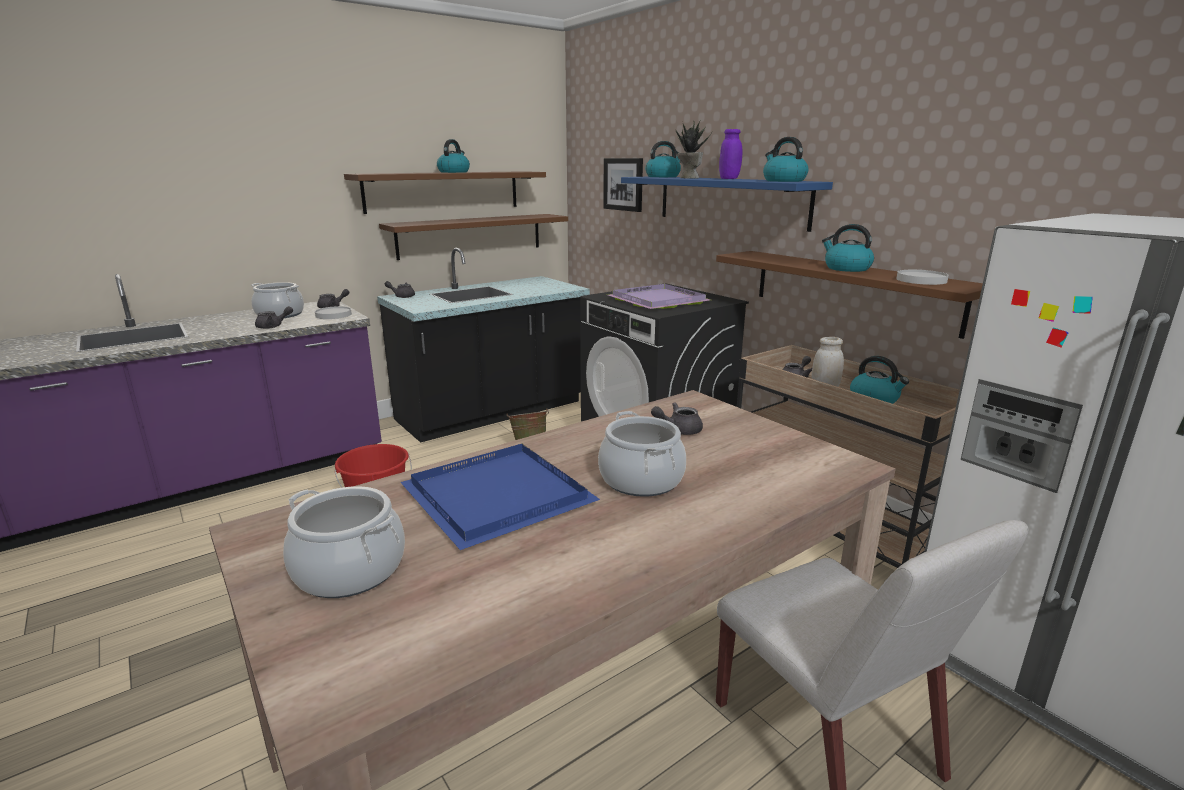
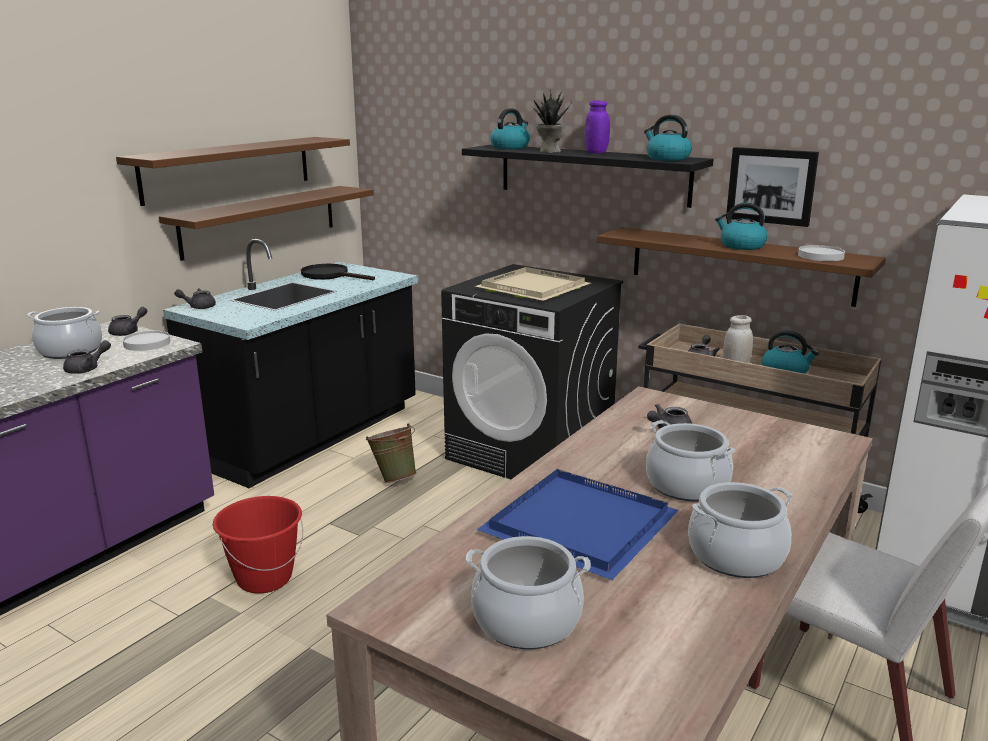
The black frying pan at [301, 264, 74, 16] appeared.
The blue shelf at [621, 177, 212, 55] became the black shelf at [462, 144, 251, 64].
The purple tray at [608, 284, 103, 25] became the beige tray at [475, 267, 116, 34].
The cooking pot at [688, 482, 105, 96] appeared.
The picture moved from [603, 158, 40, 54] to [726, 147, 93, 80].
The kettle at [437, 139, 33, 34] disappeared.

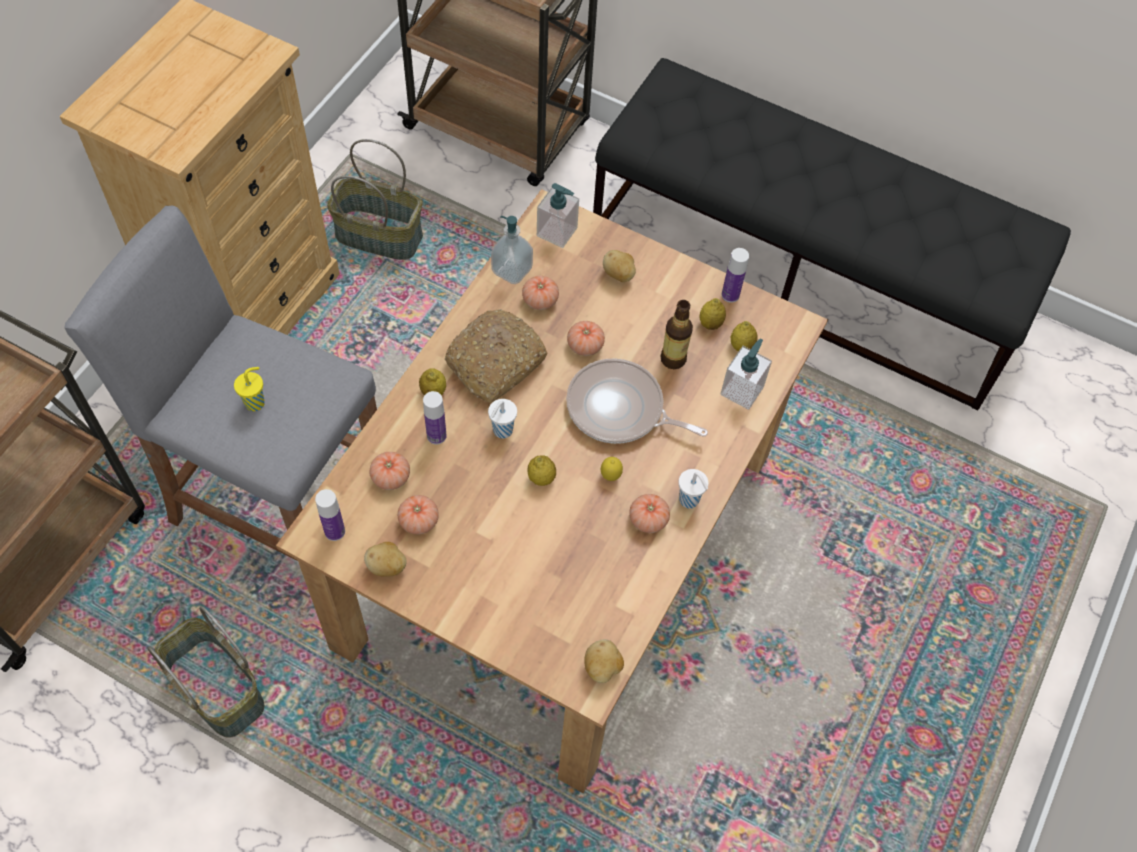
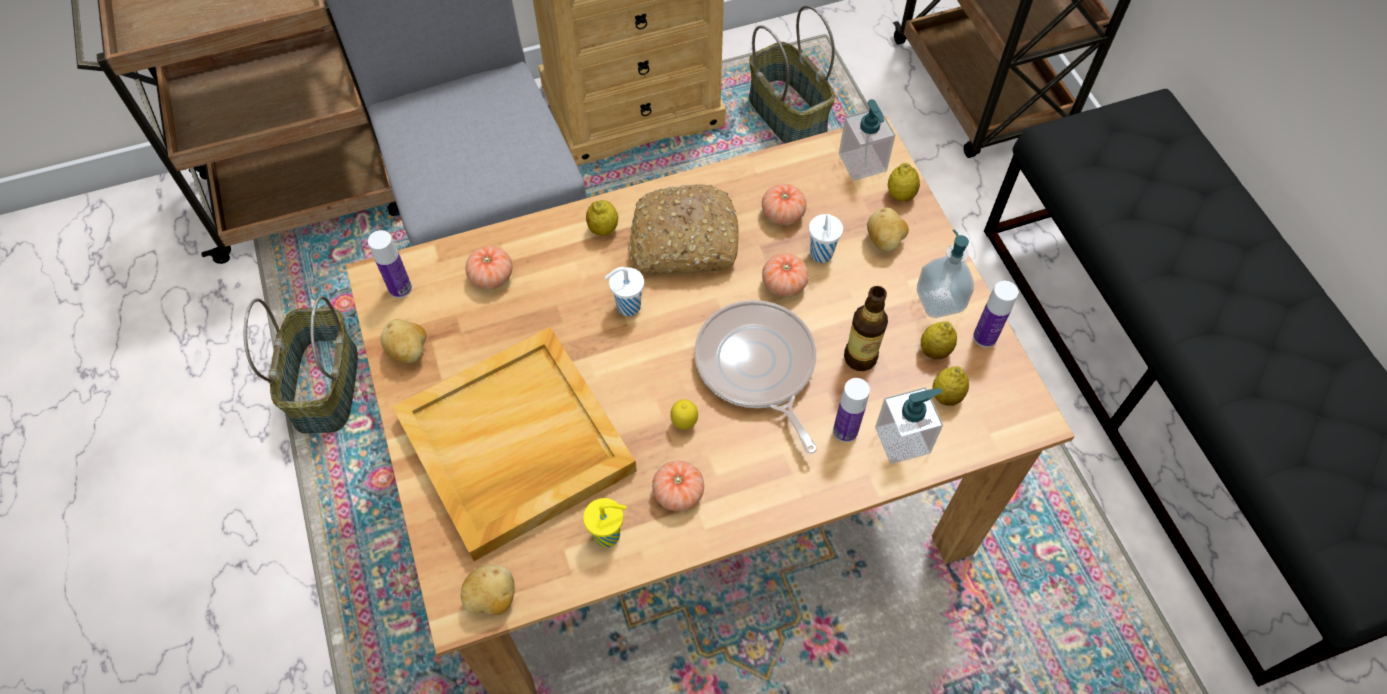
The beige tray at [392, 327, 245, 234] appeared.
The yellow cup moved from [234, 367, 31, 44] to [583, 498, 43, 49].
The white cup moved from [678, 469, 30, 39] to [809, 214, 34, 49].
The bottle moved from [423, 391, 24, 54] to [833, 378, 37, 64].
The lemon moved from [527, 455, 29, 31] to [888, 163, 32, 38].
The soap dispenser moved from [491, 216, 42, 68] to [917, 229, 57, 89].
The tomato at [398, 495, 41, 40] disappeared.

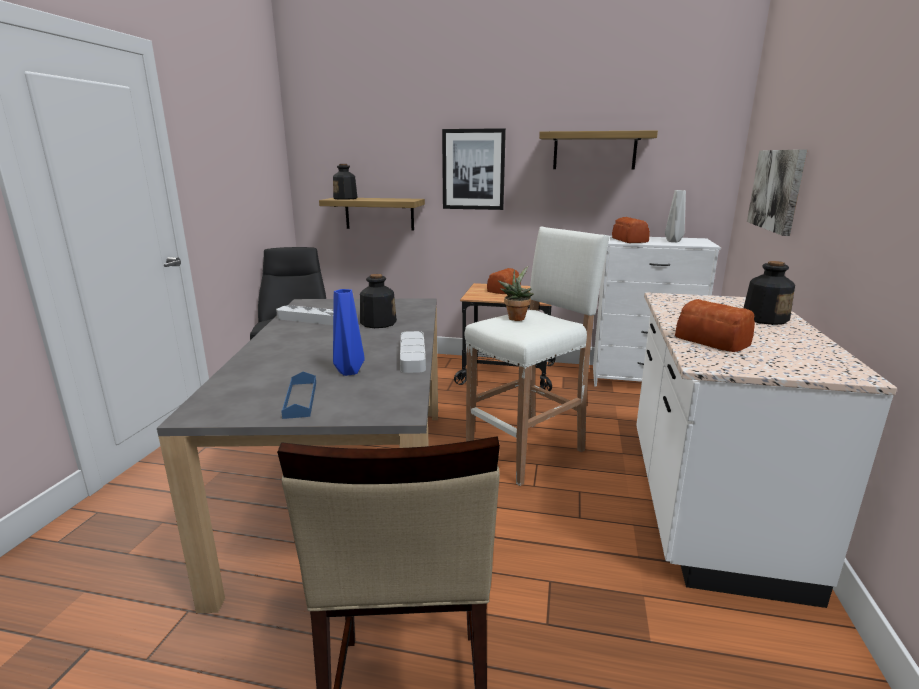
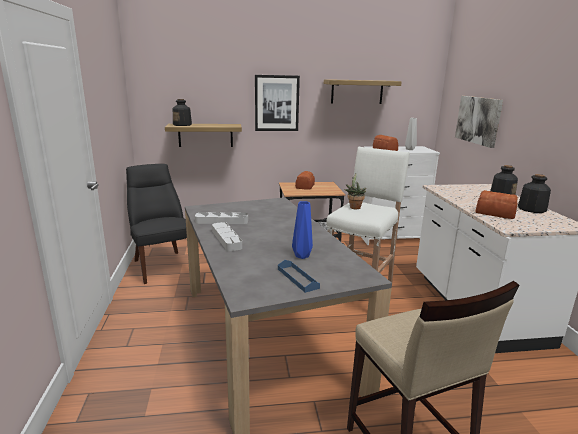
The grey tray moved from [400, 331, 26, 42] to [212, 222, 30, 29].
The bottle moved from [360, 274, 37, 54] to [518, 174, 33, 39].

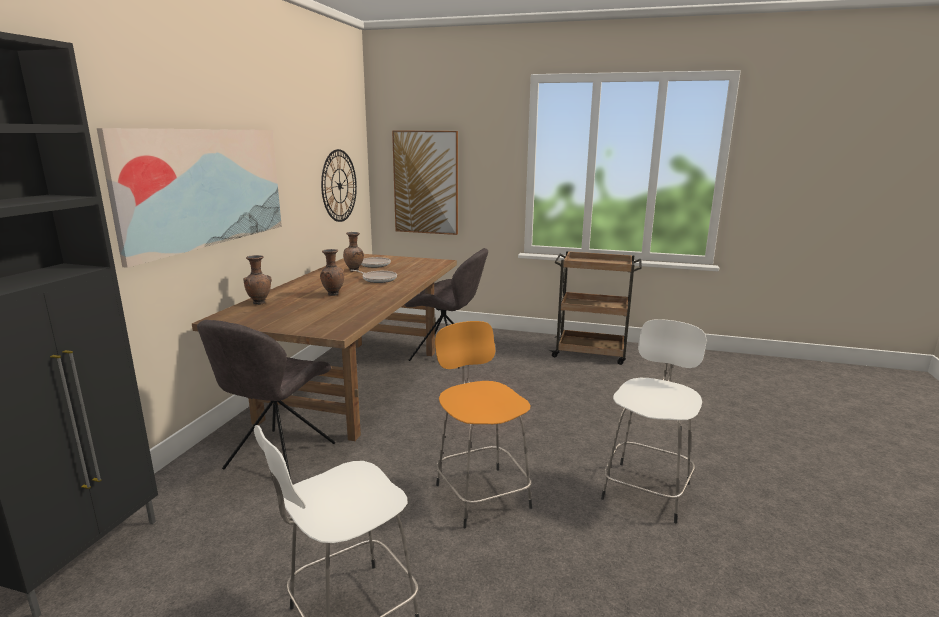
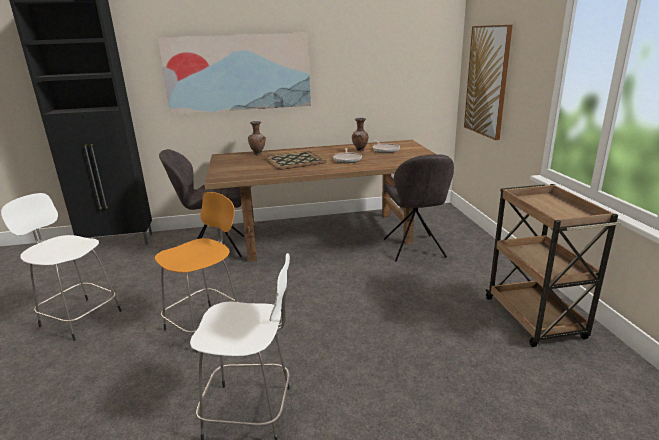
The brown vase at [320, 249, 24, 47] was replaced by the tray at [264, 151, 63, 19].
The wall clock at [321, 149, 36, 73] disappeared.

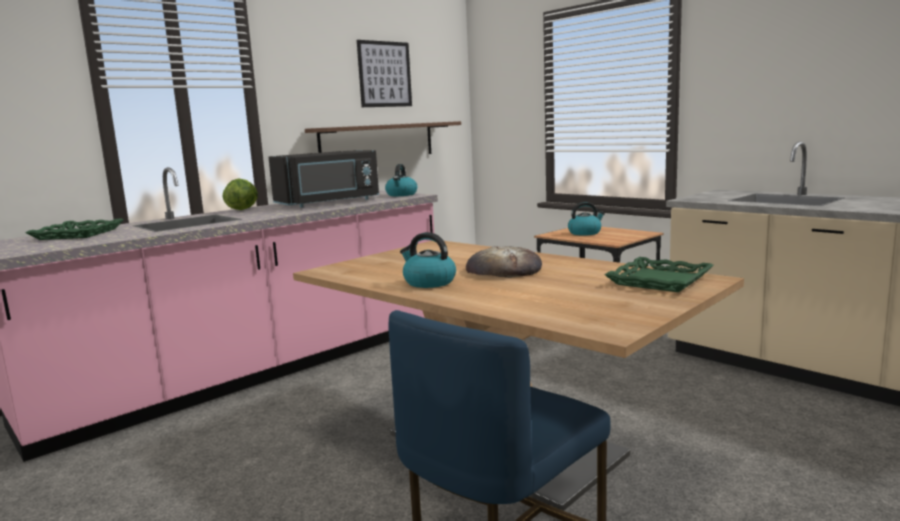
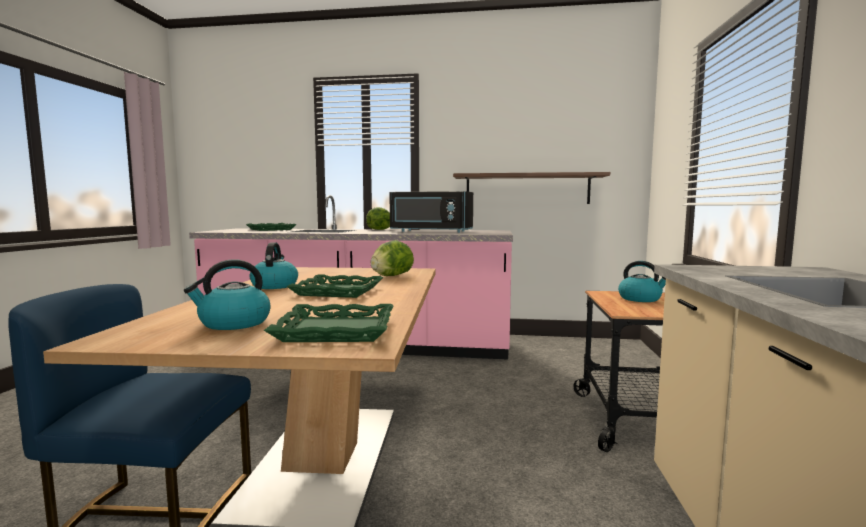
The kettle moved from [385, 164, 32, 32] to [184, 259, 87, 71].
The bread at [466, 246, 76, 32] was replaced by the green tray at [287, 274, 96, 24].
The lettuce at [371, 240, 43, 36] appeared.
The picture at [357, 40, 55, 67] disappeared.

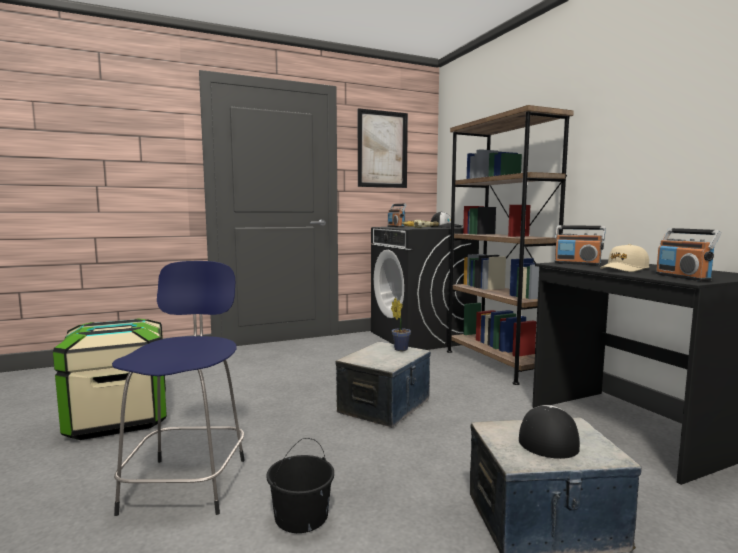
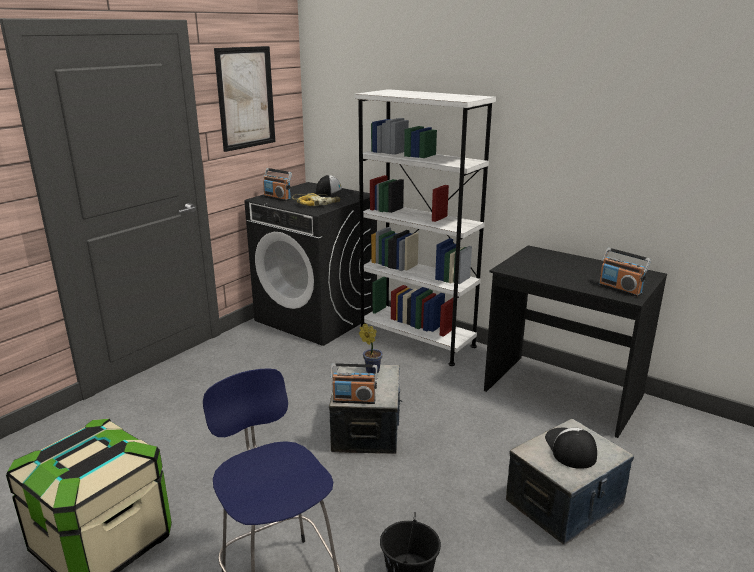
The radio moved from [554, 225, 52, 41] to [330, 363, 47, 41].
The brown bookcase at [447, 105, 127, 280] became the white bookcase at [355, 89, 141, 277].
The beige cap at [600, 244, 49, 28] disappeared.

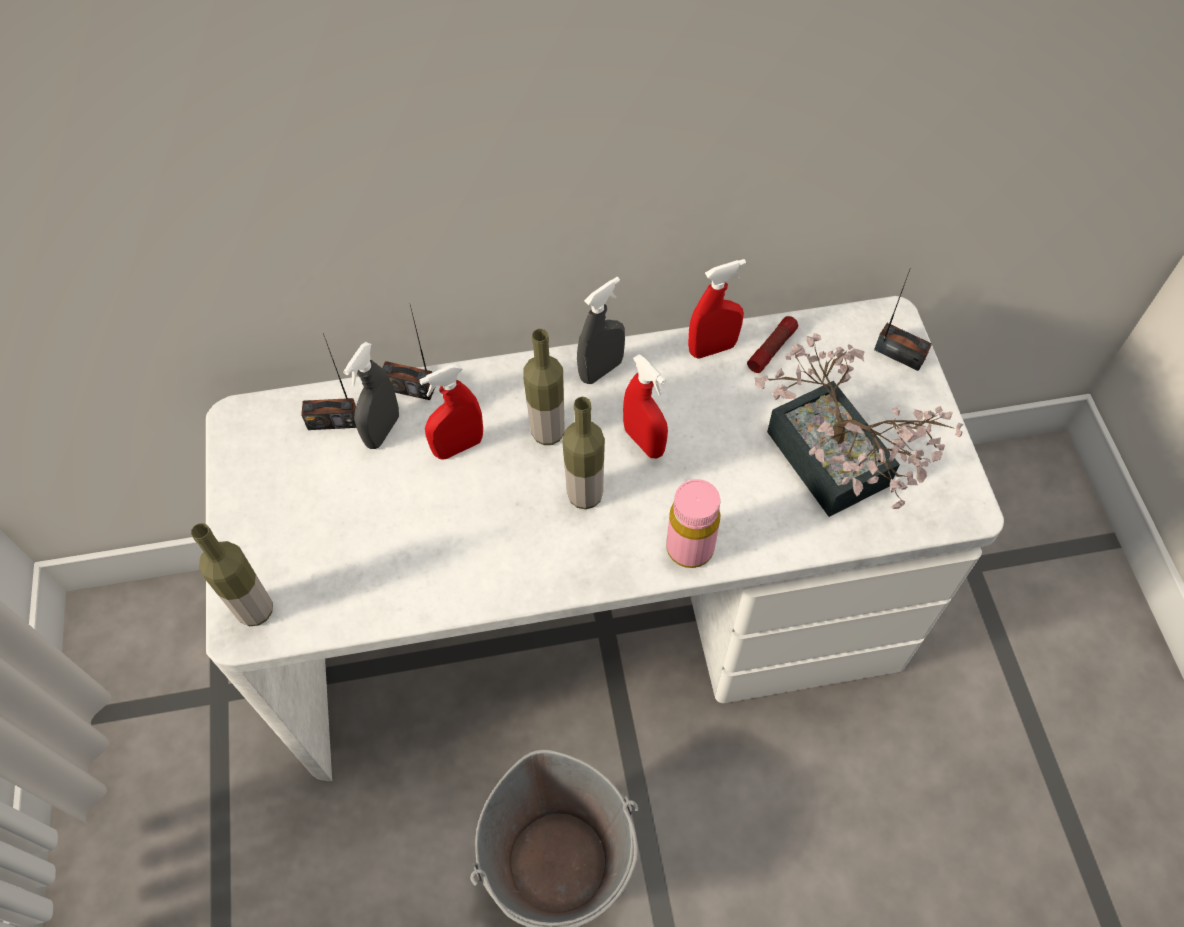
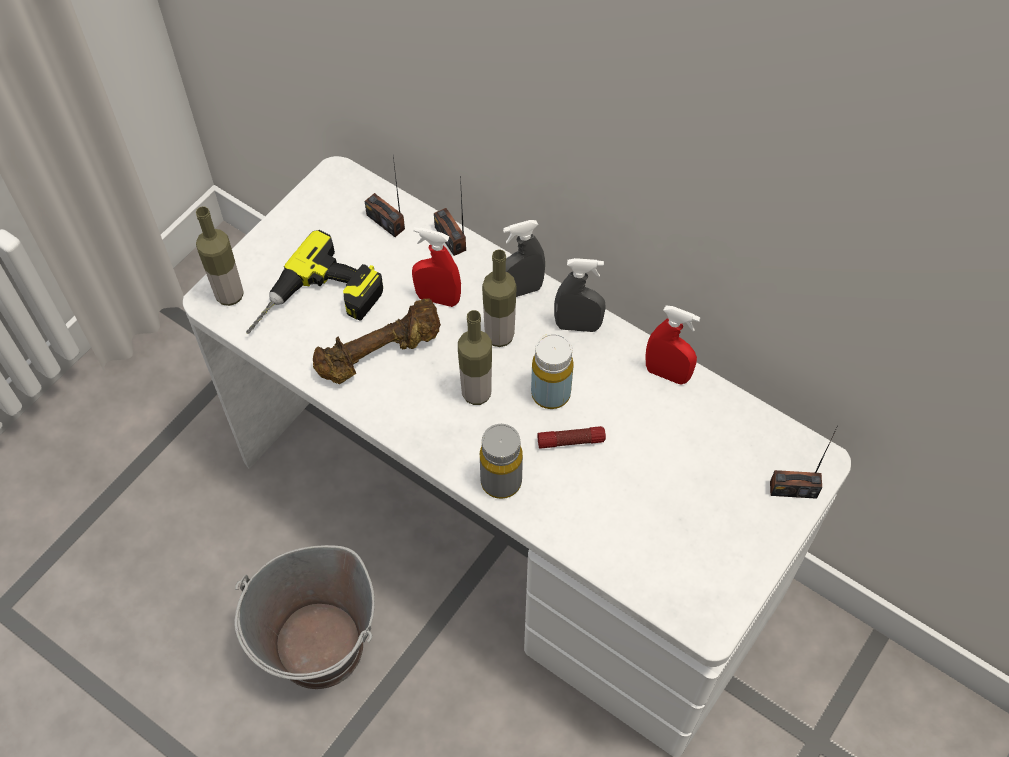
The power drill at [246, 230, 137, 104] appeared.
The brown dumbbell at [313, 299, 128, 85] appeared.
The pink bottle at [666, 479, 54, 89] became the grey bottle at [480, 424, 43, 75].
The grey spray bottle moved from [343, 342, 56, 107] to [503, 220, 42, 77].
The red spray bottle at [623, 354, 45, 105] was replaced by the yellow bottle at [531, 333, 43, 76].
The flashlight moved from [747, 316, 51, 57] to [537, 426, 69, 23].
The radio at [874, 267, 58, 104] turned 105 degrees clockwise.
The potted plant at [755, 333, 208, 184] disappeared.

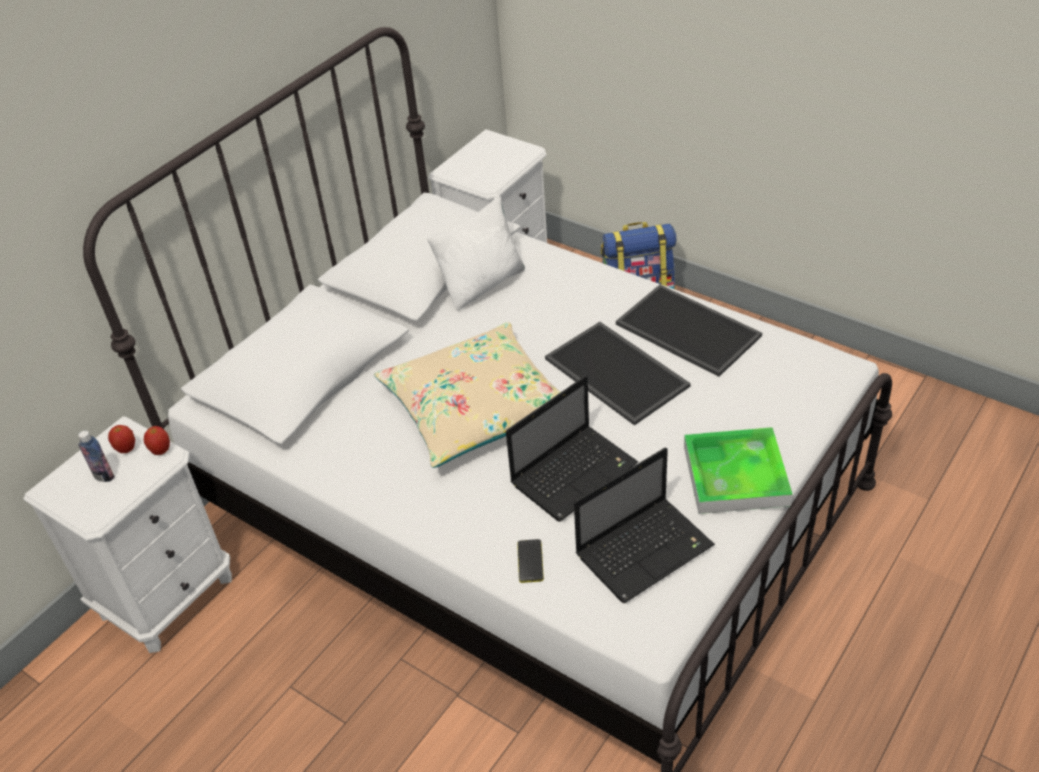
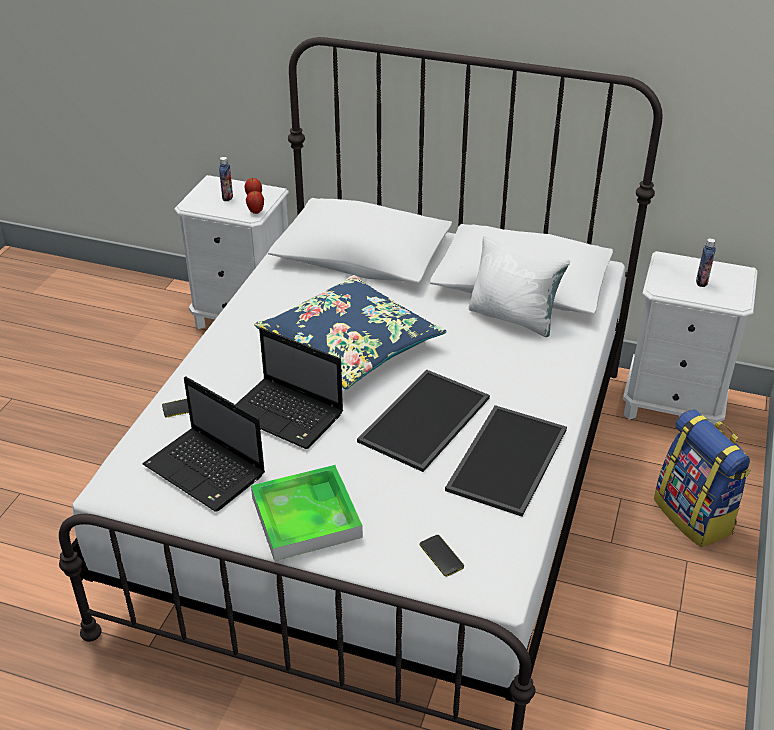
The beige pillow at [374, 322, 187, 146] became the blue pillow at [254, 275, 192, 114].
The phone at [420, 535, 44, 42] appeared.
The bottle at [696, 238, 20, 49] appeared.

